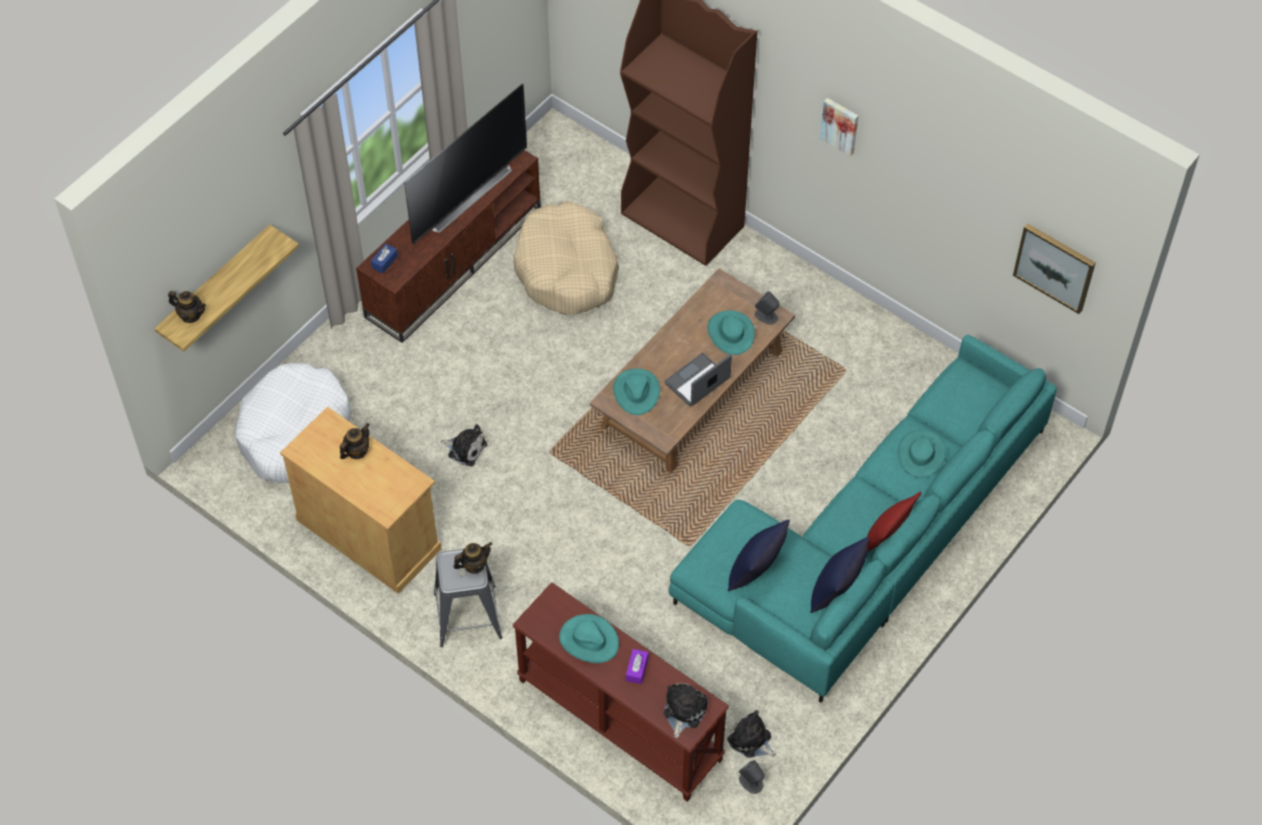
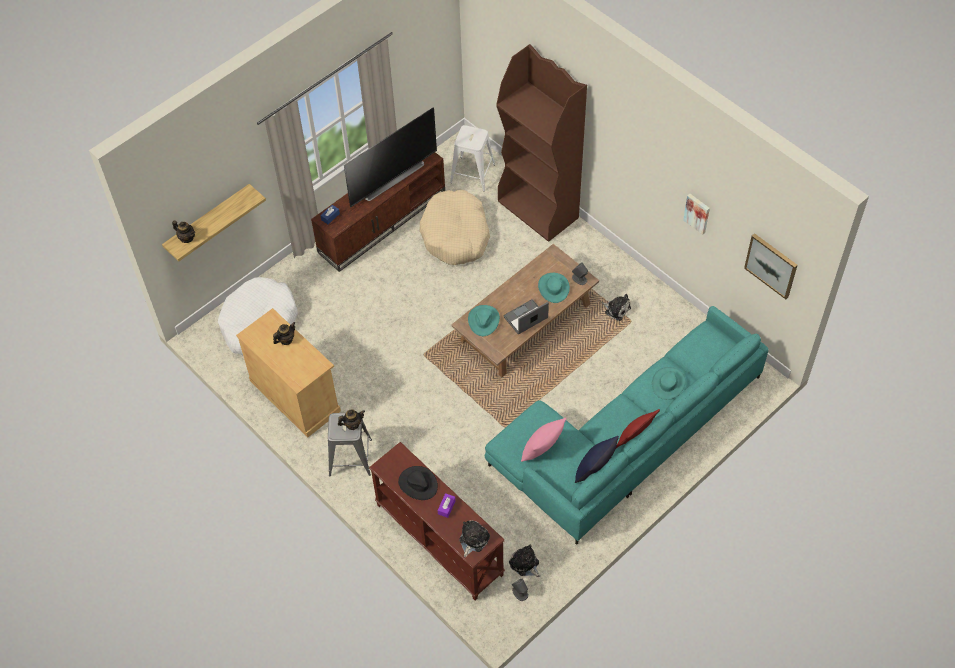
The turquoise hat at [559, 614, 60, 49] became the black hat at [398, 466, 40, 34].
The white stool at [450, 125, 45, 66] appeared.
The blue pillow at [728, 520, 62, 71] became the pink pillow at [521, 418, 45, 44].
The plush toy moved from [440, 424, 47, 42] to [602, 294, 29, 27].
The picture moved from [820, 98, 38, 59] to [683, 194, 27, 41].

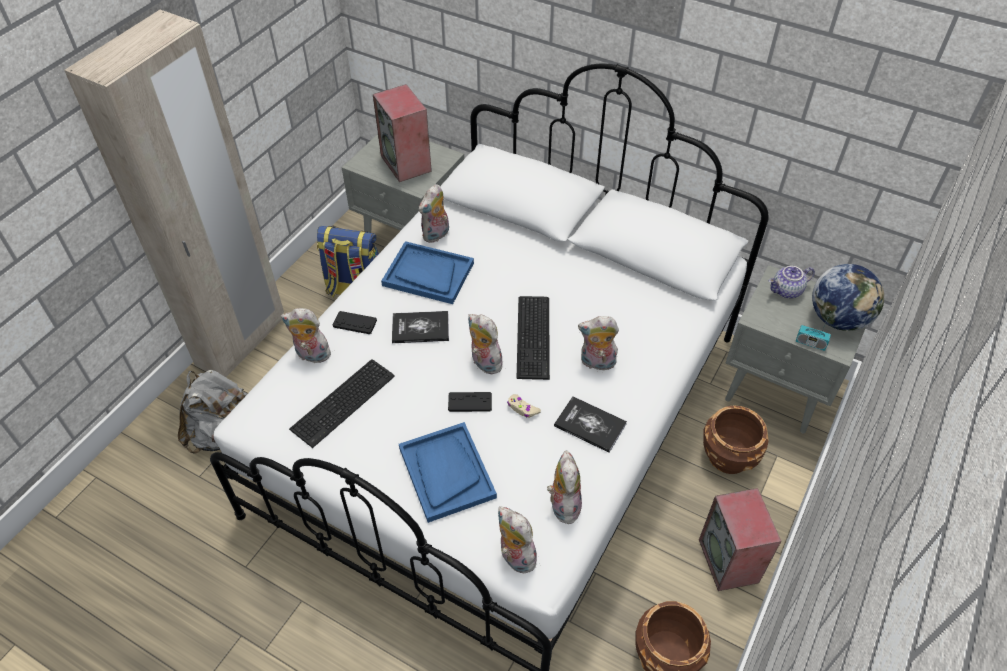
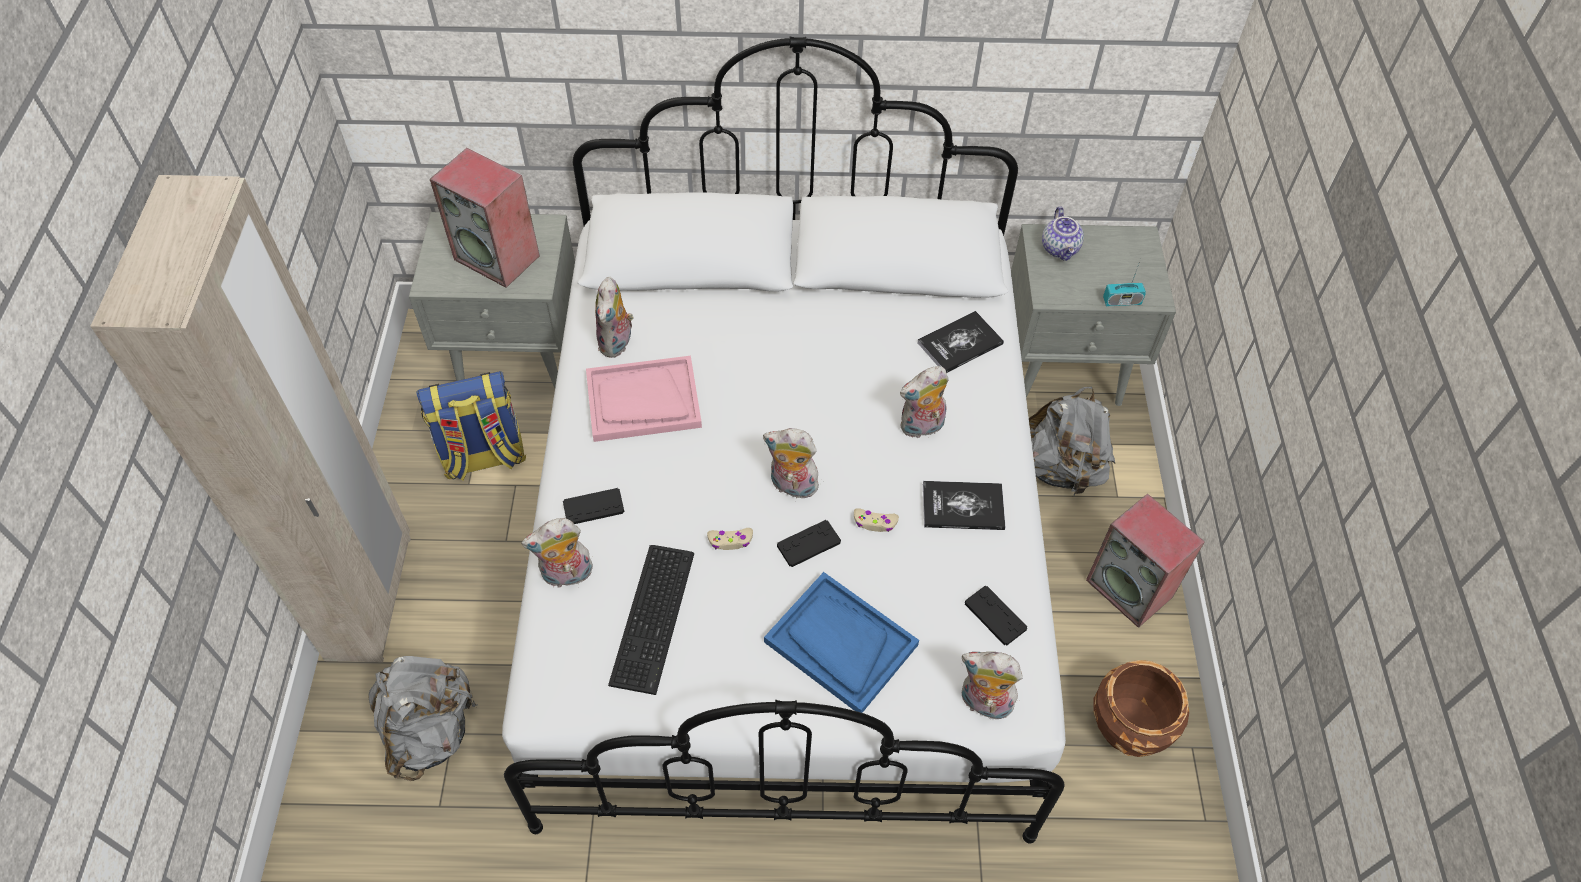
The blue tray at [381, 241, 93, 63] became the pink tray at [586, 356, 116, 86].
The beige game controller at [707, 528, 46, 22] appeared.
The book moved from [392, 311, 57, 32] to [917, 311, 87, 62].
The plush toy at [547, 450, 35, 74] was replaced by the black game controller at [965, 586, 62, 60].
The brown planter at [703, 405, 66, 69] was replaced by the grey backpack at [1029, 387, 86, 110].
The teapot at [769, 266, 46, 33] turned 45 degrees counterclockwise.
The keyboard at [517, 296, 33, 84] disappeared.
The globe at [812, 264, 72, 67] disappeared.

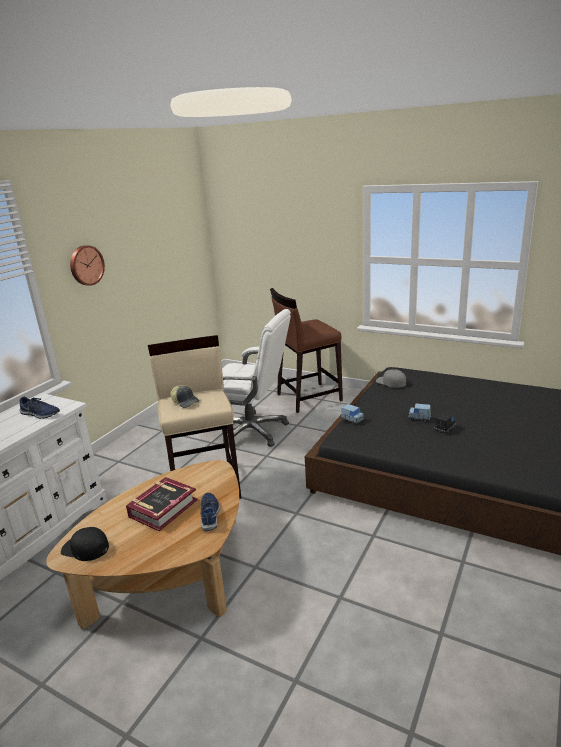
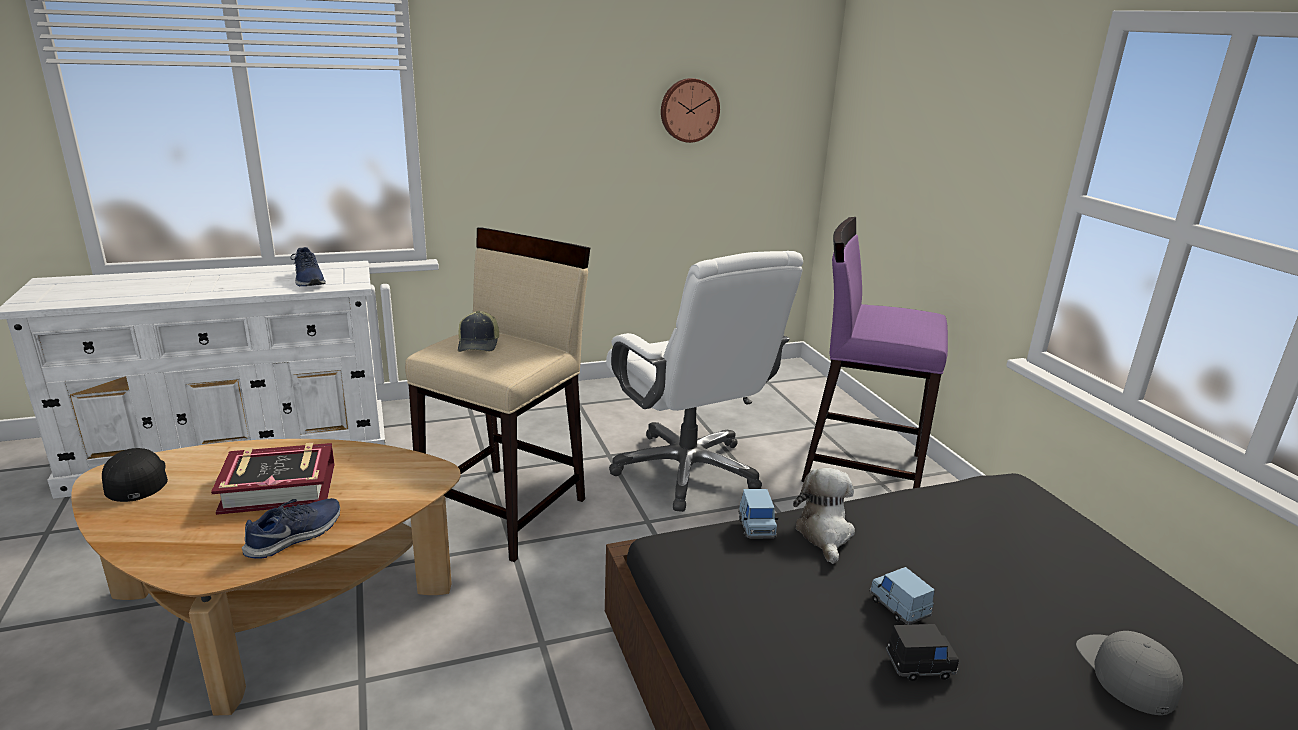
The wall clock moved from [70, 245, 35, 41] to [661, 78, 59, 65].
The plush toy at [793, 468, 62, 96] appeared.
The brown stool at [270, 288, 73, 125] became the purple stool at [801, 217, 147, 271].
The grey cap moved from [376, 369, 30, 19] to [1076, 631, 107, 84].

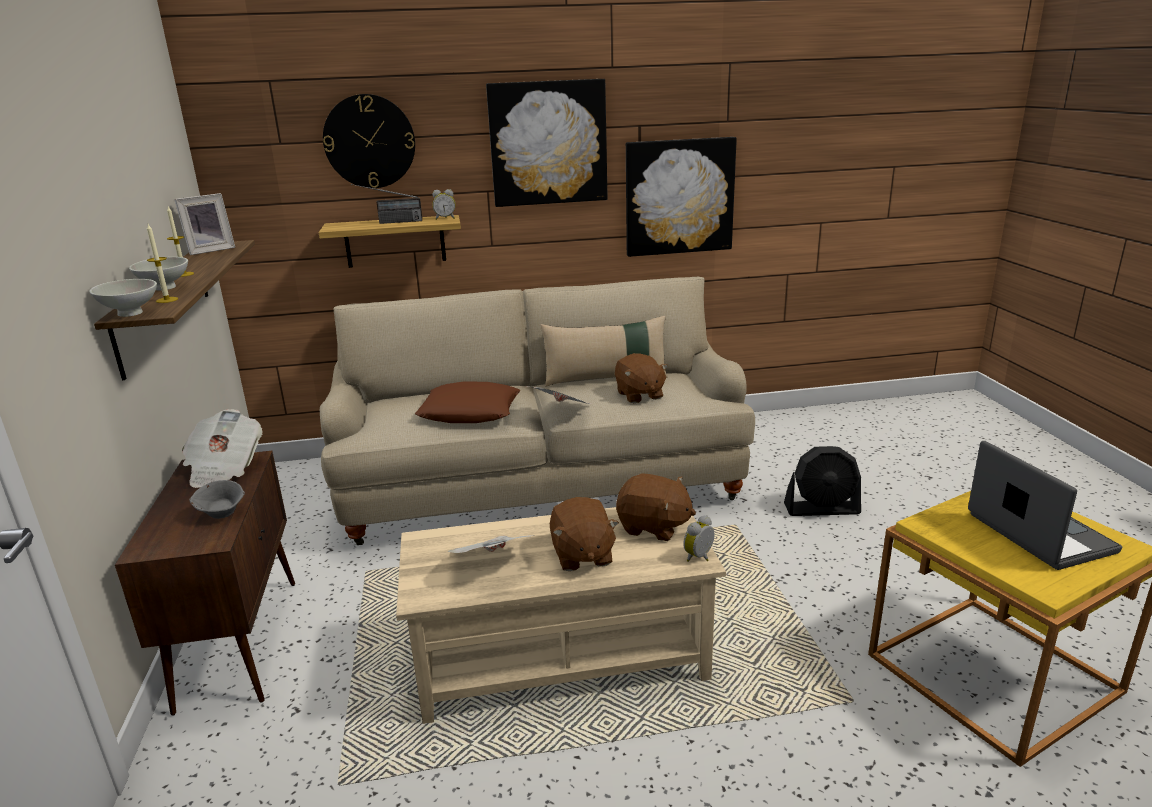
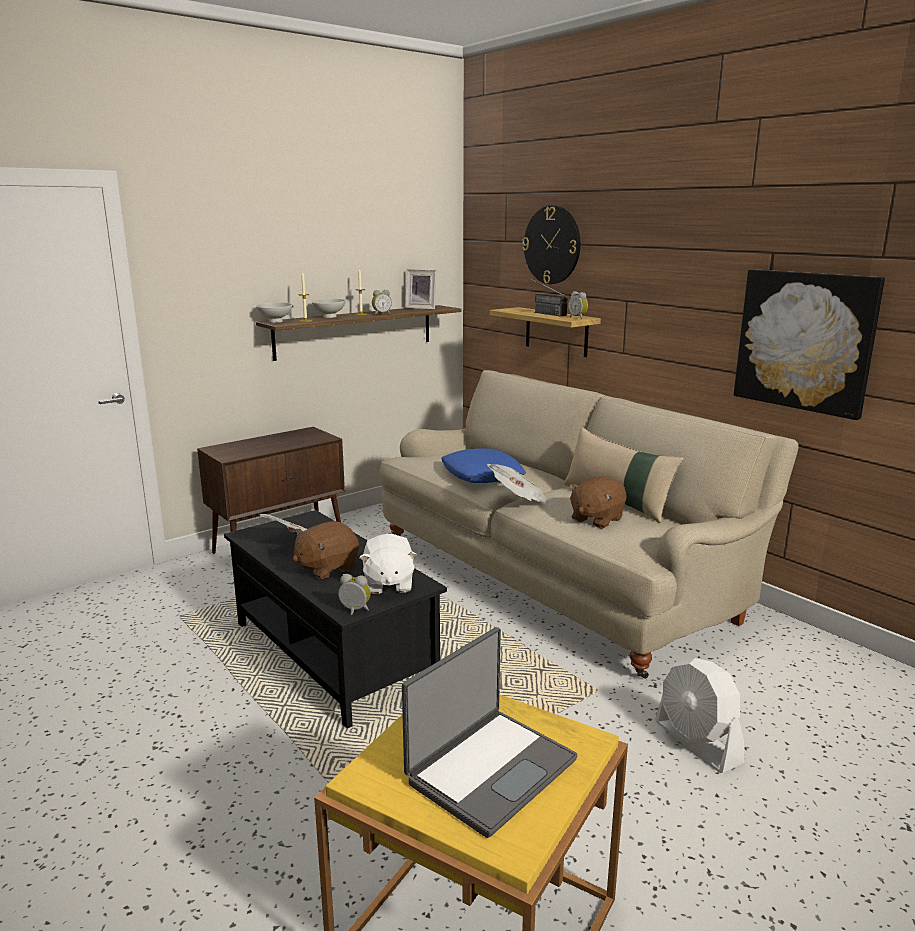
The beige coffee table at [396, 507, 330, 217] became the black coffee table at [224, 510, 223, 219].
The brown plush toy at [616, 473, 80, 68] became the white plush toy at [360, 534, 57, 60].
The alarm clock at [372, 290, 20, 25] appeared.
The brown pillow at [415, 381, 105, 42] became the blue pillow at [441, 448, 85, 35].
The black fan at [784, 446, 77, 70] became the white fan at [655, 658, 90, 115].
The newspaper at [182, 409, 80, 79] disappeared.
The grey bowl at [189, 480, 56, 39] disappeared.
The picture at [486, 79, 122, 128] disappeared.

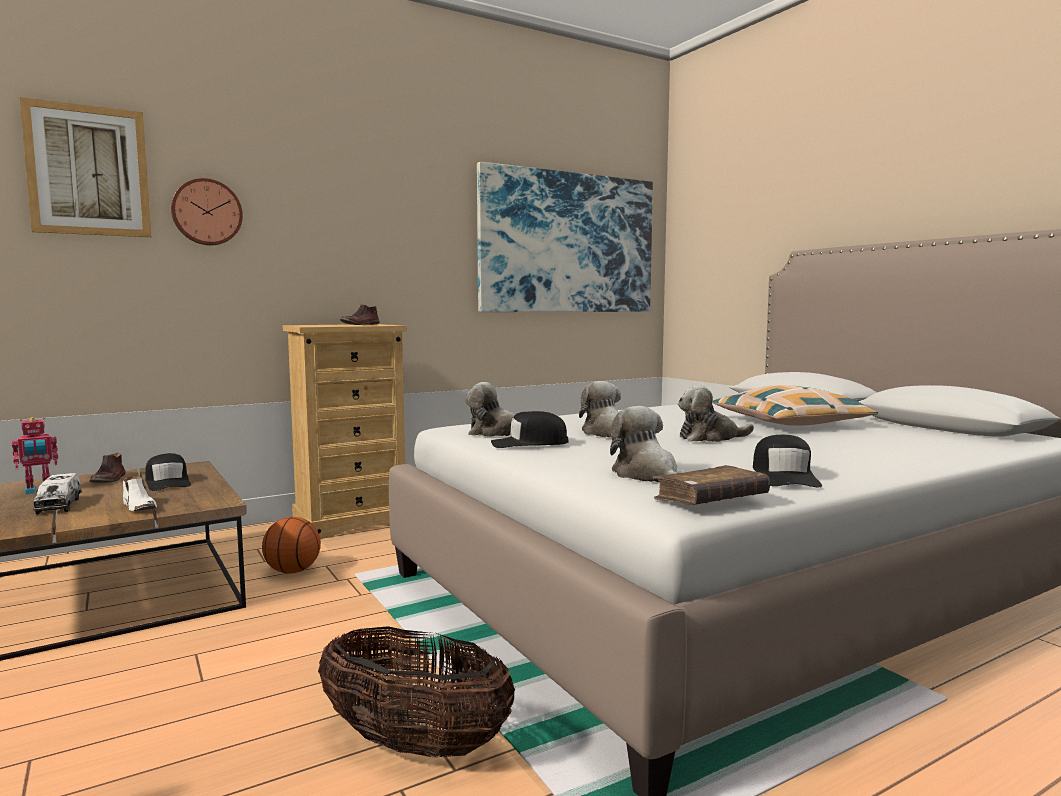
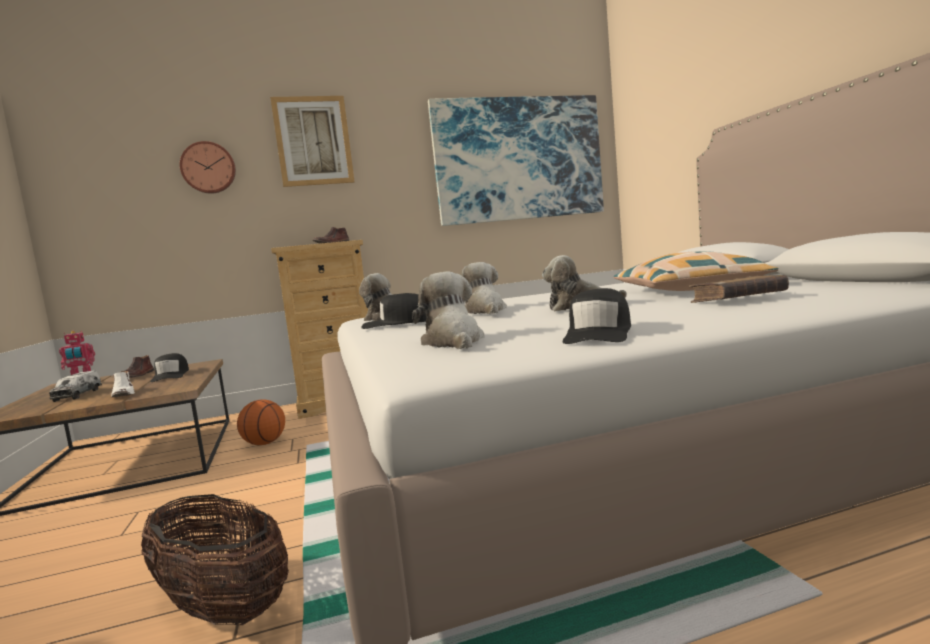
The picture moved from [20, 97, 131, 140] to [270, 96, 85, 91].
The brown book moved from [653, 465, 117, 40] to [689, 275, 100, 28].

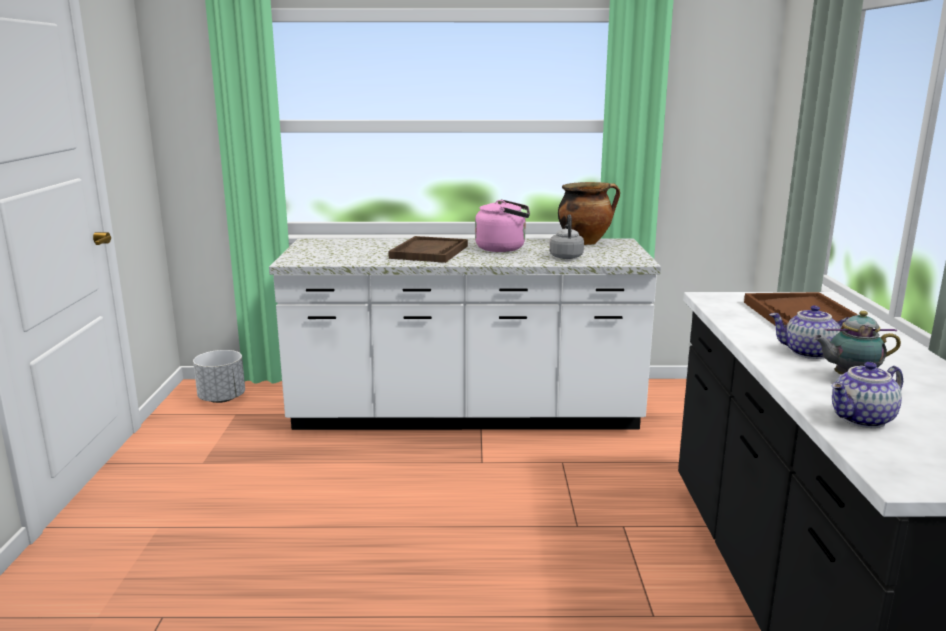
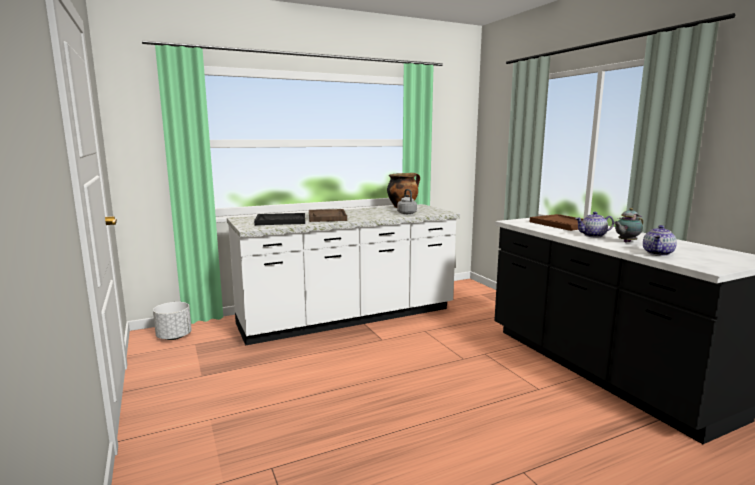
The black tray at [254, 213, 51, 12] appeared.
The pink kettle at [475, 199, 55, 53] disappeared.

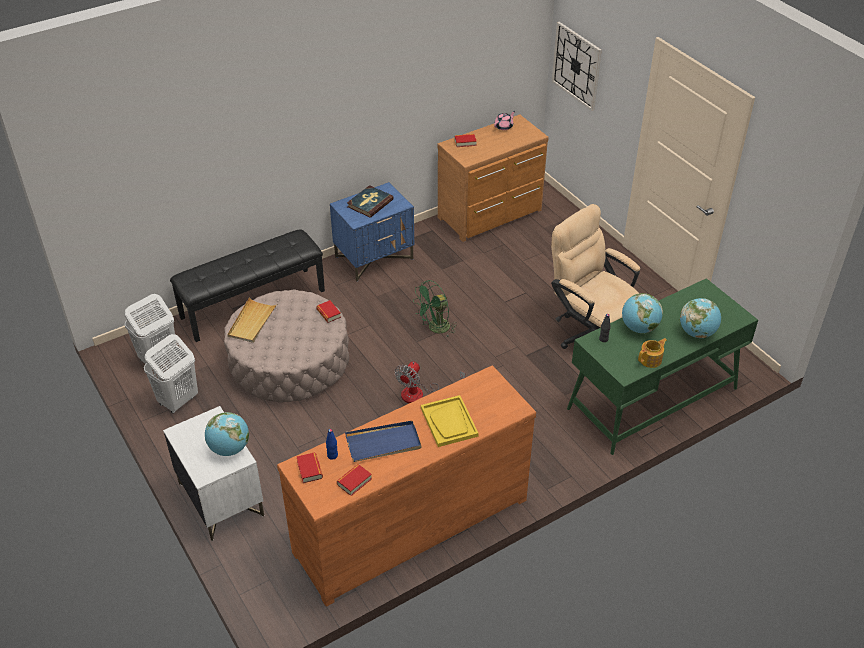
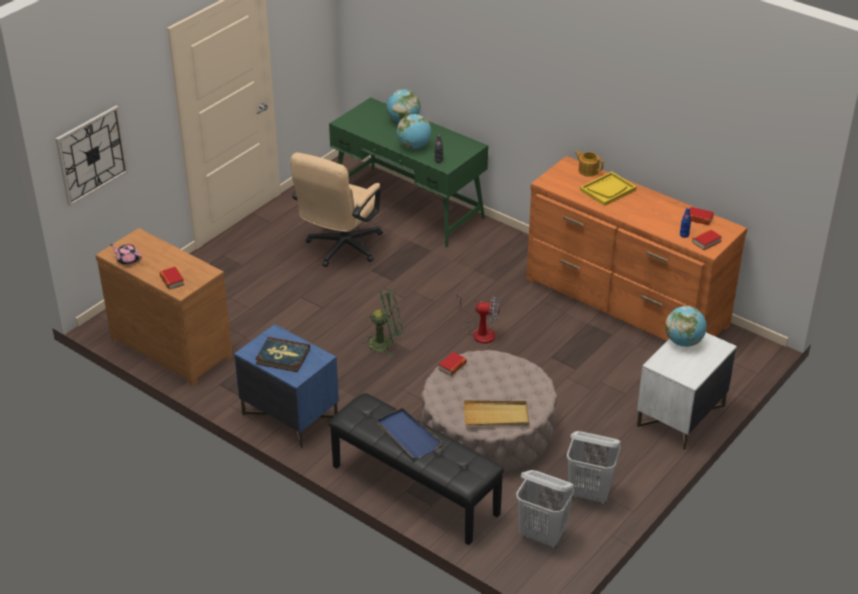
The green fan at [413, 280, 44, 57] turned 45 degrees counterclockwise.
The blue tray moved from [345, 421, 76, 41] to [377, 408, 65, 51].
The teapot moved from [638, 338, 29, 30] to [575, 151, 29, 26].

